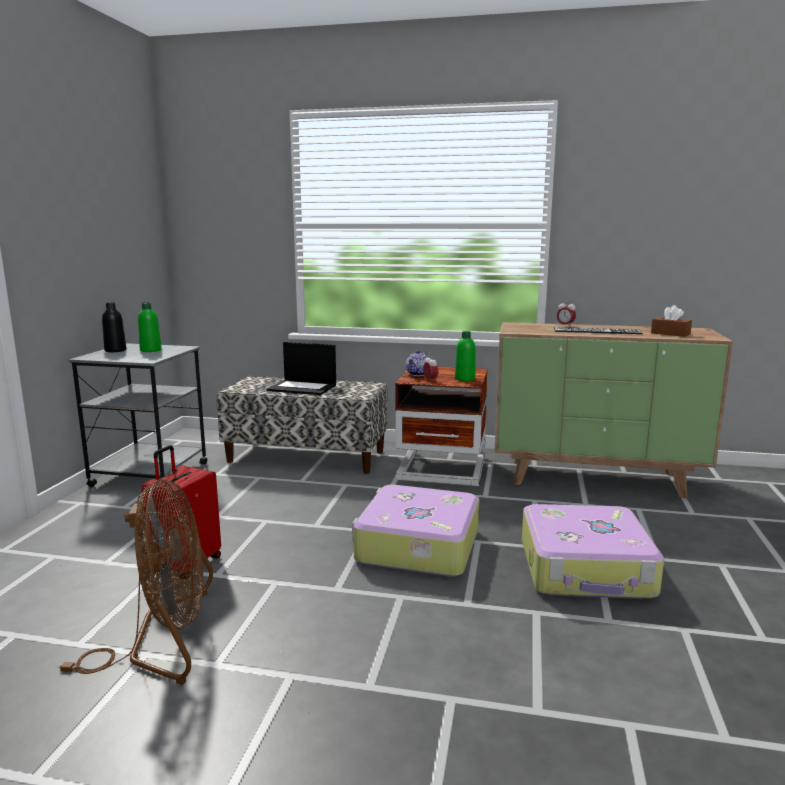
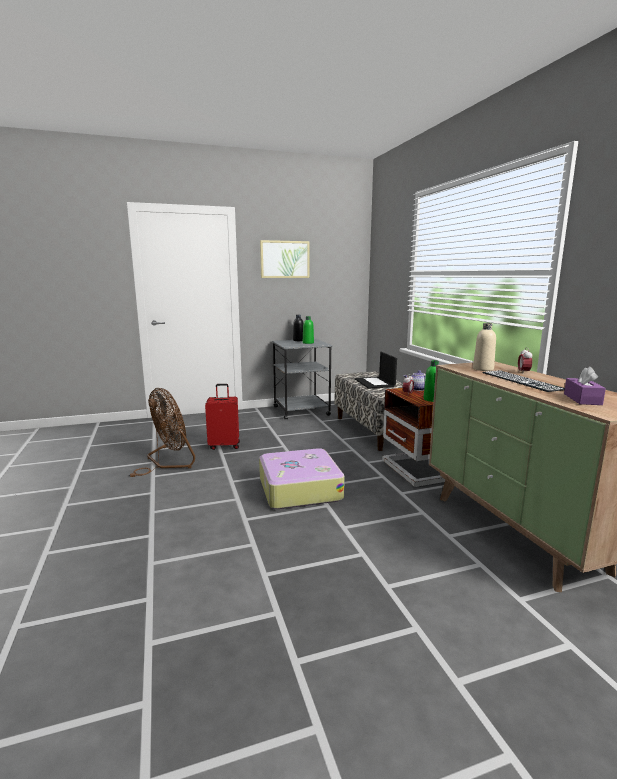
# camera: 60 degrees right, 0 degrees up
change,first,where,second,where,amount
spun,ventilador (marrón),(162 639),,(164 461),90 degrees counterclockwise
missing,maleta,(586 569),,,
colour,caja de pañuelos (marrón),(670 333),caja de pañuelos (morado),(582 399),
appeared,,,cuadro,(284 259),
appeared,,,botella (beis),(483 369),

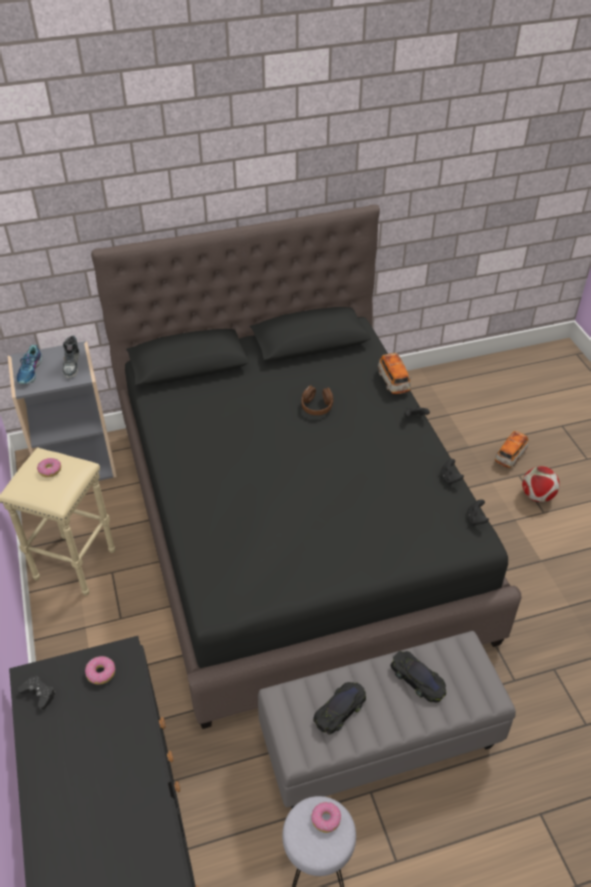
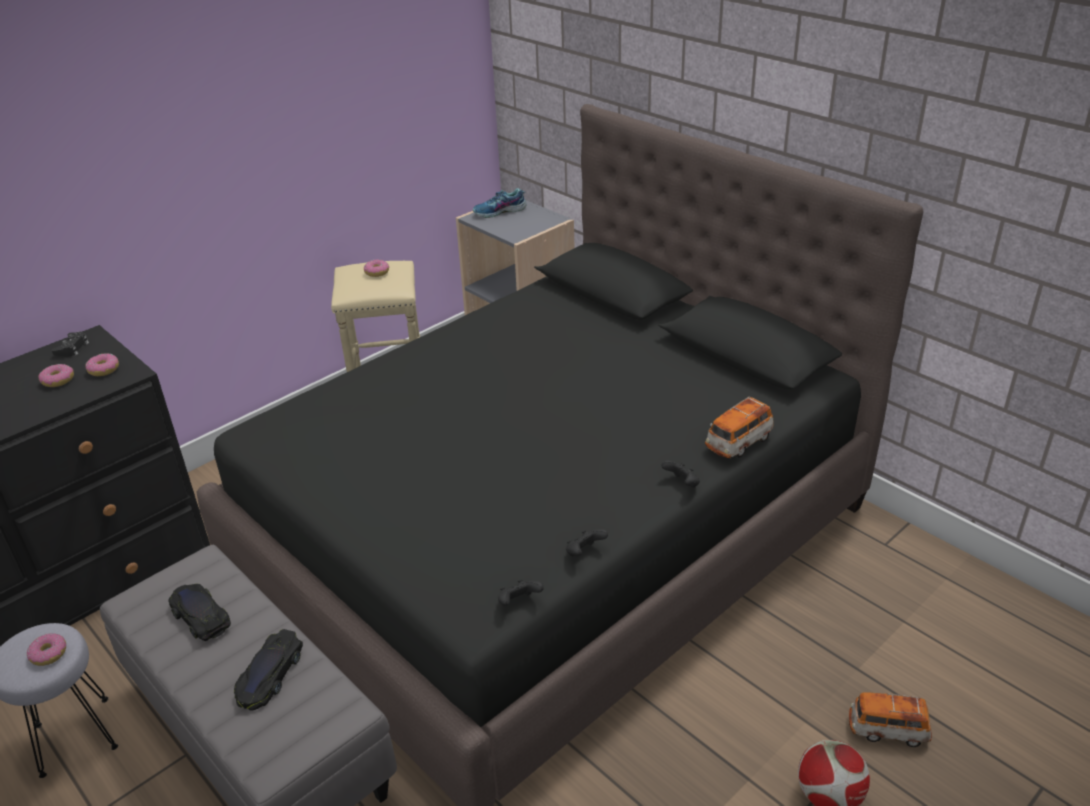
# camera: 65 degrees right, 10 degrees down
change,first,where,second,where,amount
missing,zapato,(72 365),,,
missing,auriculares (marrón),(317 406),,,
spun,coche de juguete (negro),(340 709),,(200 616),150 degrees counterclockwise
appeared,,,rosquilla,(58 380),

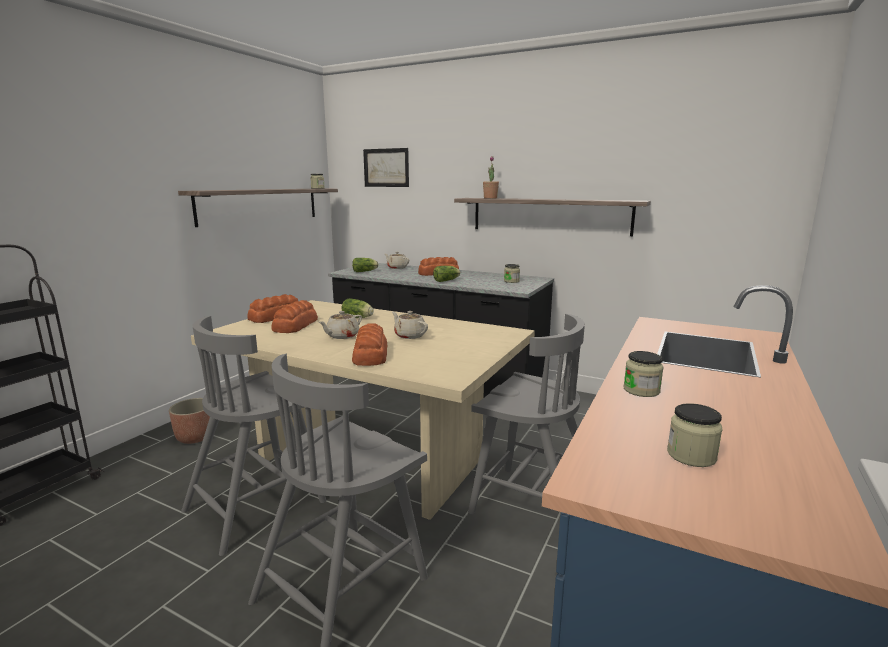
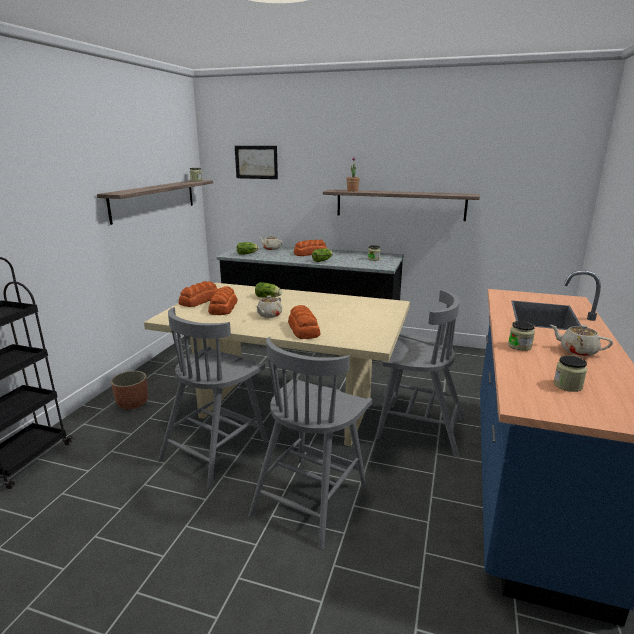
# camera: 10 degrees left, 5 degrees up
change,first,where,second,where,amount
relocated,tetera (beis),(409 335),,(577 351),

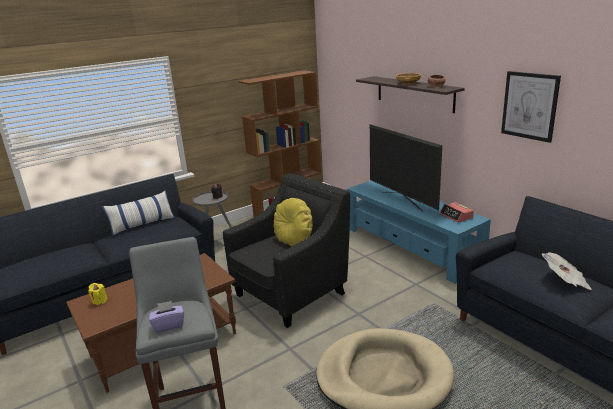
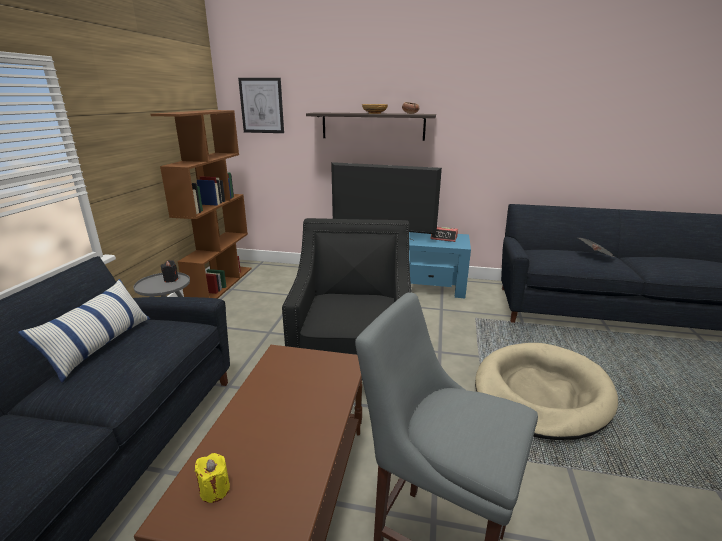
# camera: 45 degrees left, 0 degrees up
change,first,where,second,where,amount
missing,caja de pañuelos (morado),(168 325),,,
missing,cojín (amarillo),(294 242),,,
relocated,cuadro,(529 106),,(262 105),

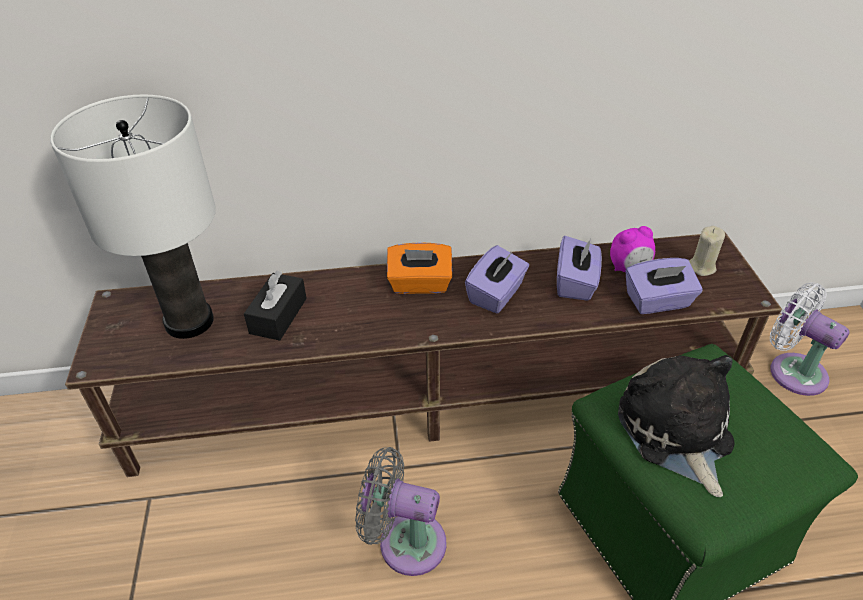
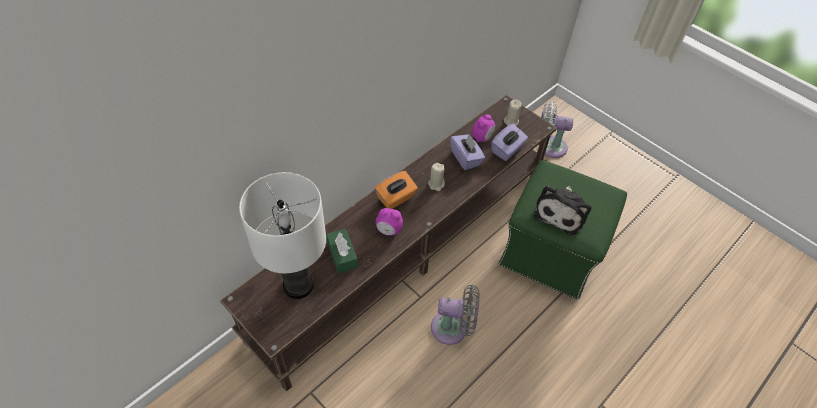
# camera: 40 degrees left, 10 degrees up
change,first,where,second,where,amount
colour,caja de pañuelos (negro),(278 316),caja de pañuelos (verde),(342 255),
spun,ventilador (gris),(405 541),,(453 328),150 degrees counterclockwise
exchanged,caja de pañuelos (morado),(496 294),vela (beis),(436 184),
spun,peluche,(676 433),,(561 212),105 degrees counterclockwise
appeared,,,despertador,(389 230),

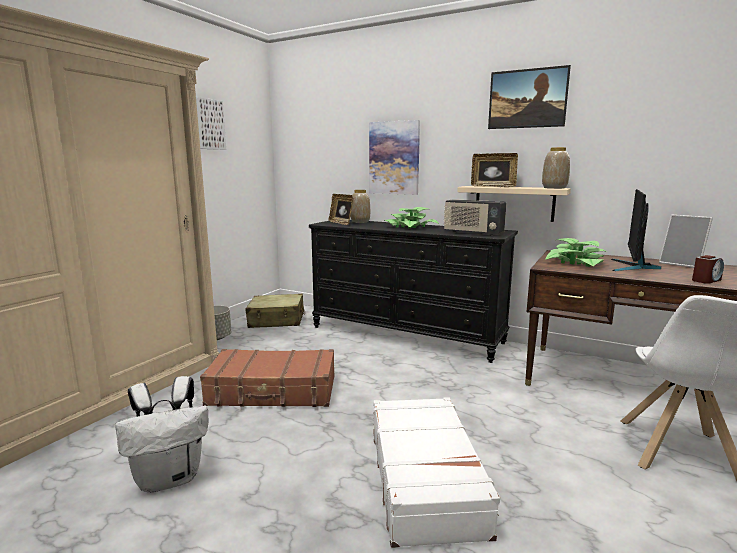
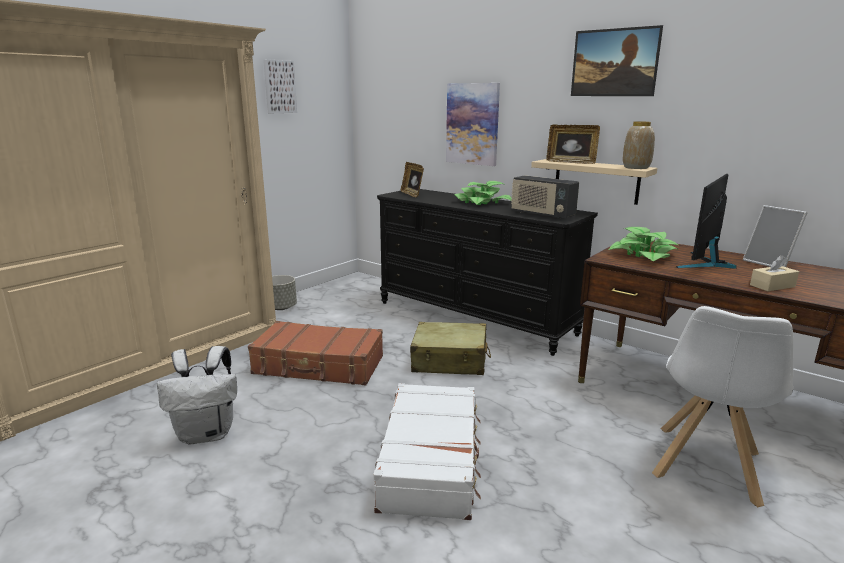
# camera: 10 degrees right, 5 degrees up
change,first,where,second,where,amount
relocated,maleta (beis),(277 320),,(450 361),
missing,florero,(360 222),,,
exchanged,despertador,(706 280),caja de pañuelos (beis),(772 286),

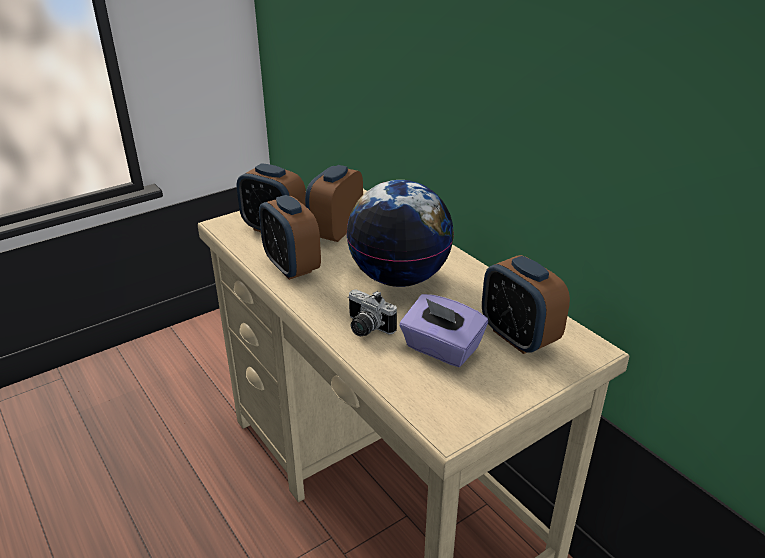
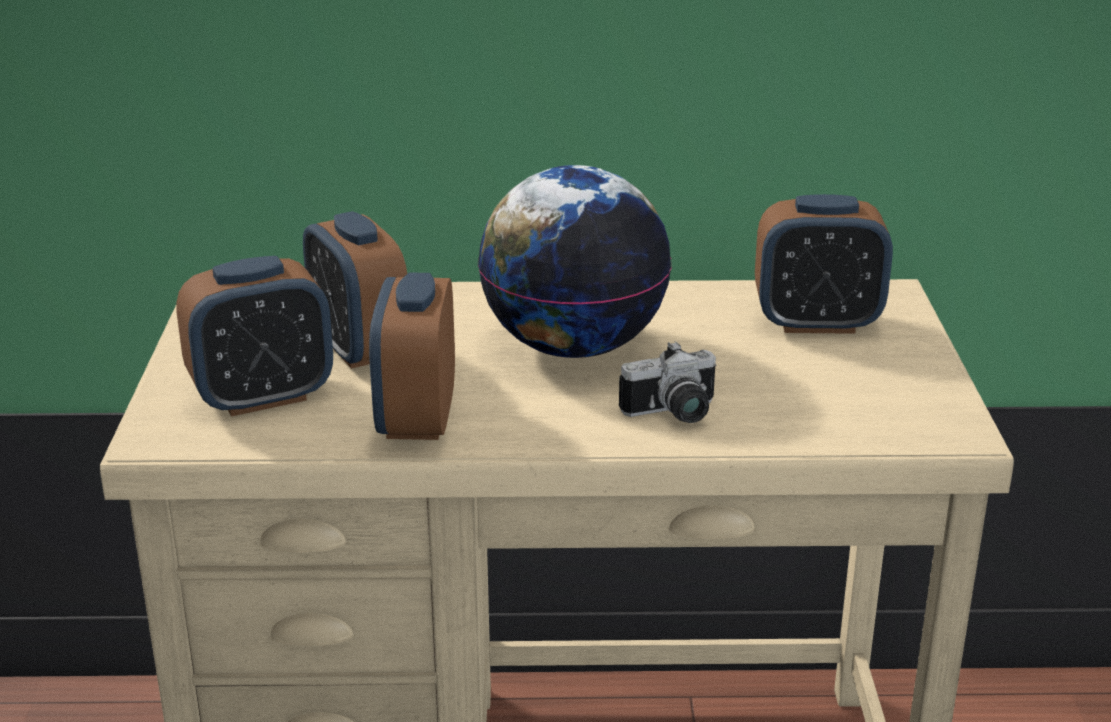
# camera: 55 degrees left, 5 degrees down
change,first,where,second,where,amount
spun,despertador,(291 267),,(417 419),90 degrees clockwise
missing,caja de pañuelos (morado),(441 349),,,

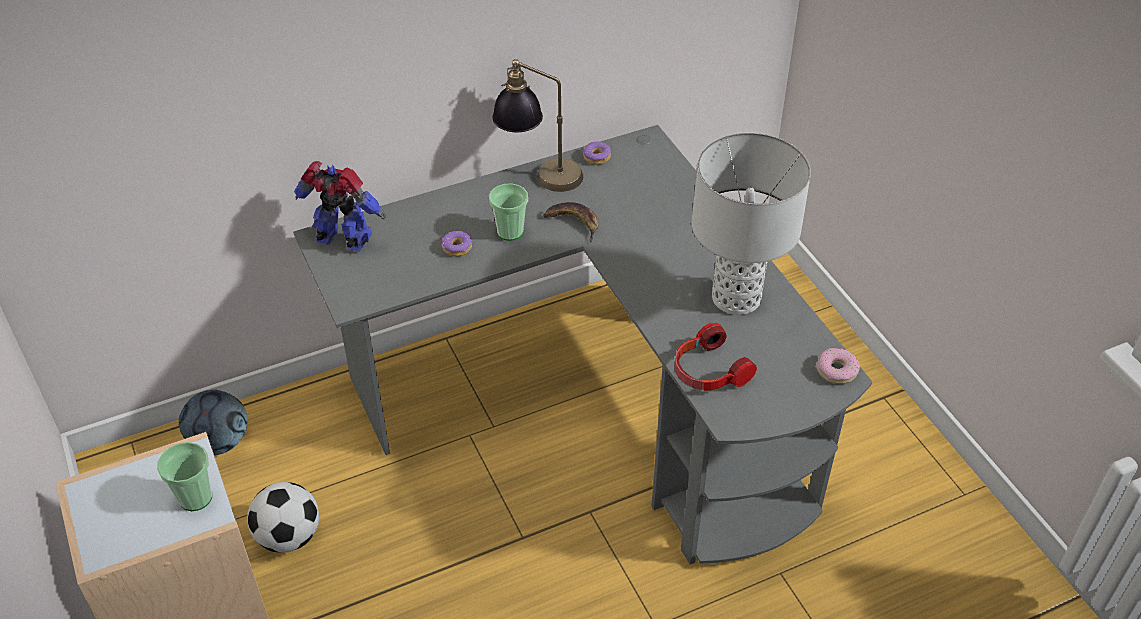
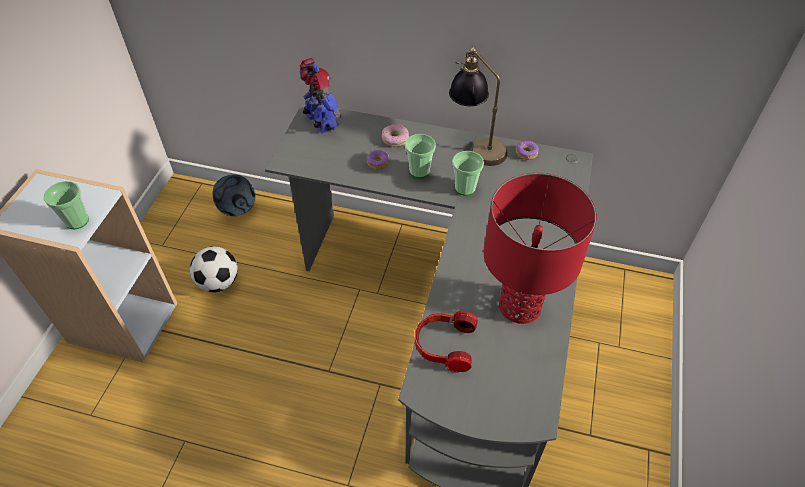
# camera: 40 degrees right, 5 degrees up
change,first,where,second,where,amount
exchanged,plátano,(574 223),taza,(465 188),
colour,lámpara de mesa (blanco),(735 297),lámpara de mesa (rojo),(519 305),
relocated,rosquilla,(836 370),,(395 139),

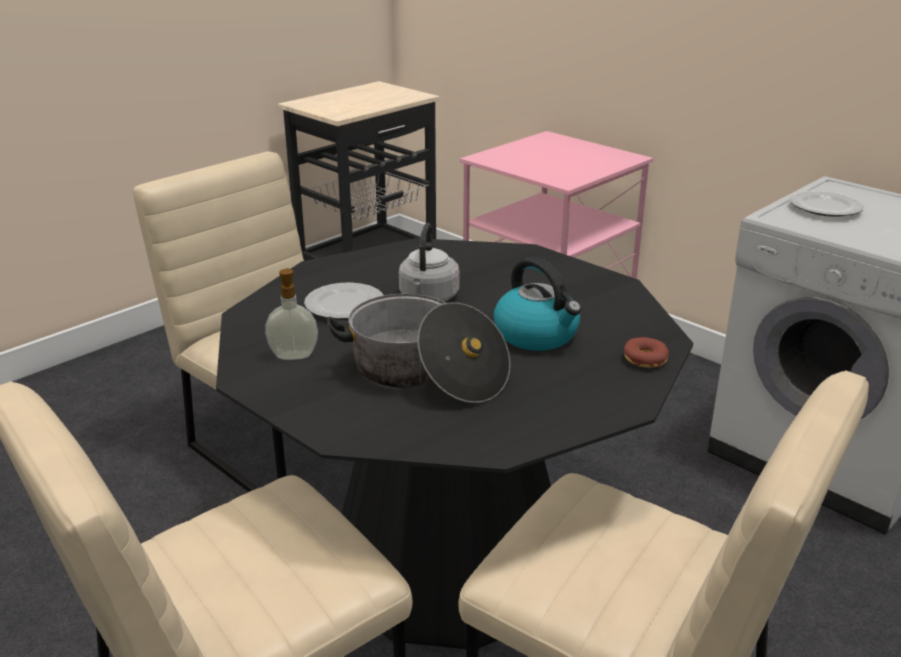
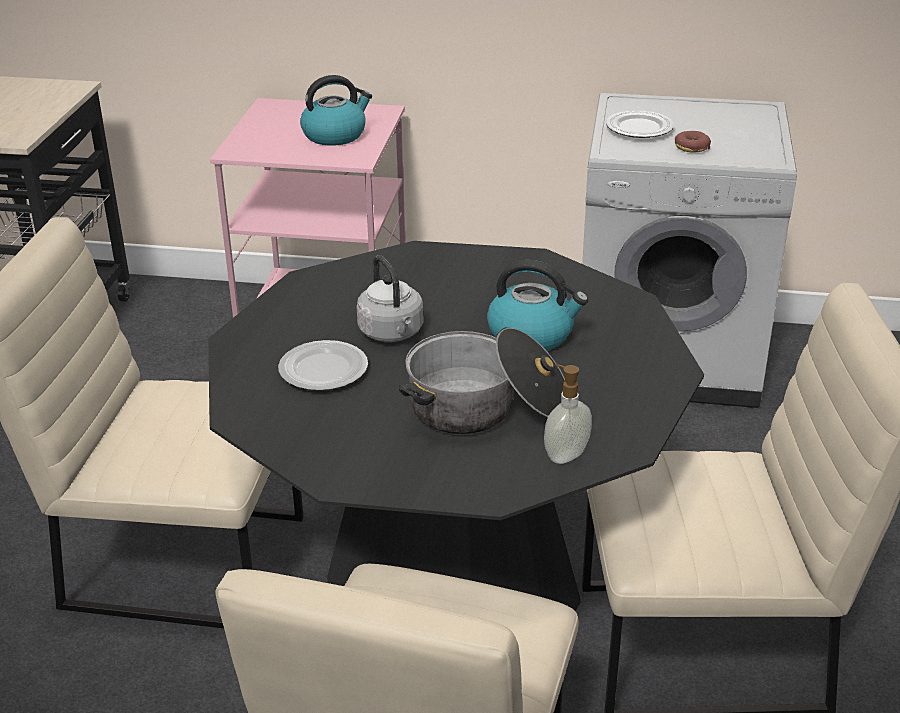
# camera: 35 degrees left, 5 degrees up
change,first,where,second,where,amount
relocated,dispensador de jabón,(294 355),,(565 454),
relocated,rosquilla,(645 359),,(691 147),
appeared,,,hervidor,(335 135),

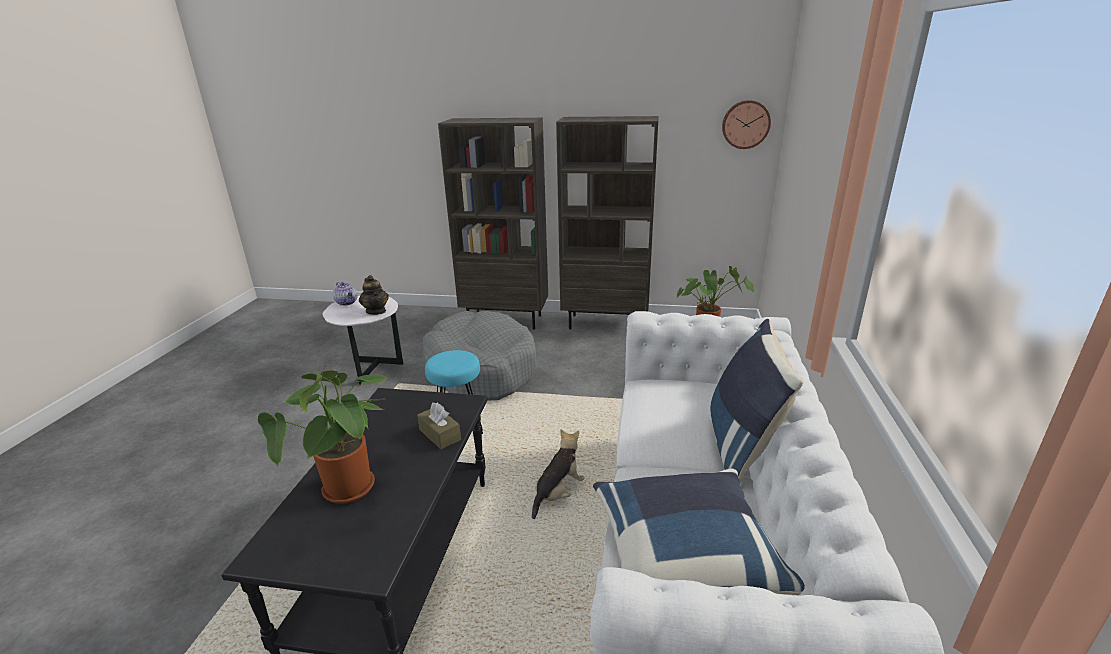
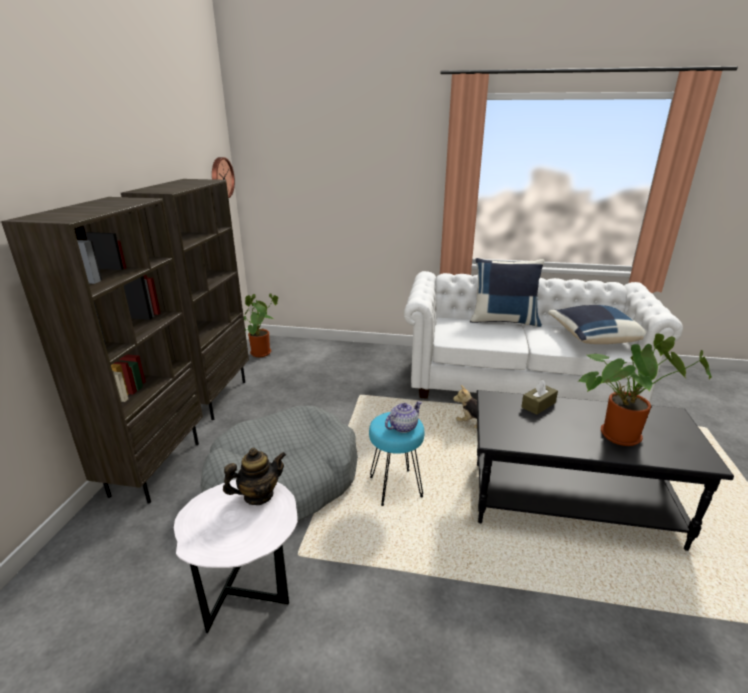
# camera: 90 degrees left, 0 degrees up
change,first,where,second,where,amount
relocated,tetera,(347 302),,(403 426),

